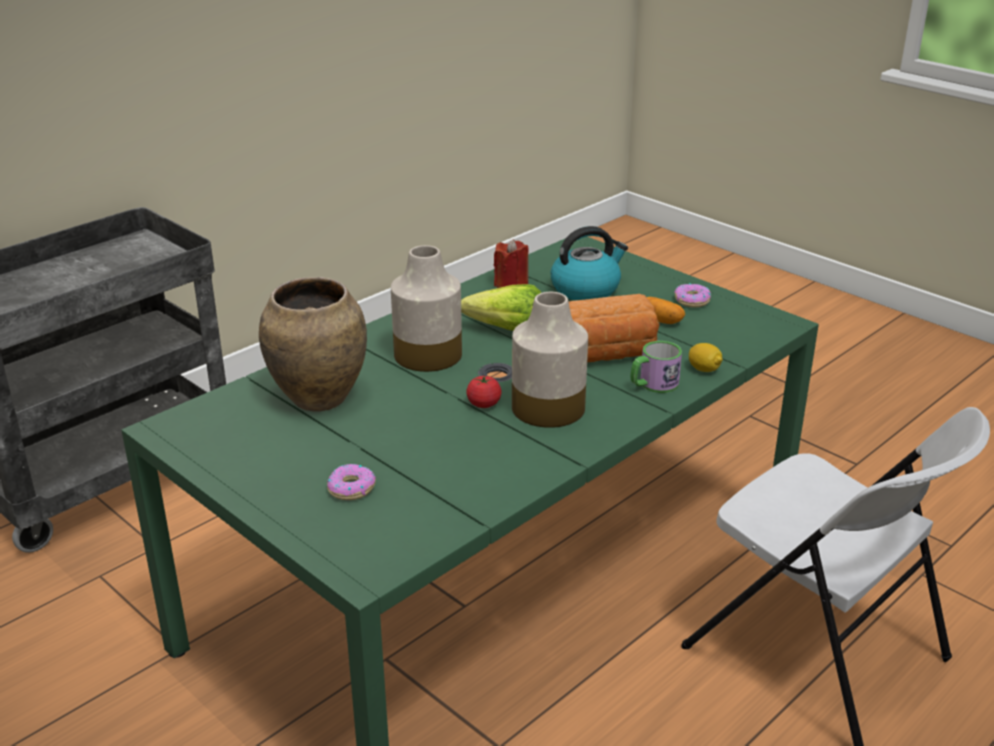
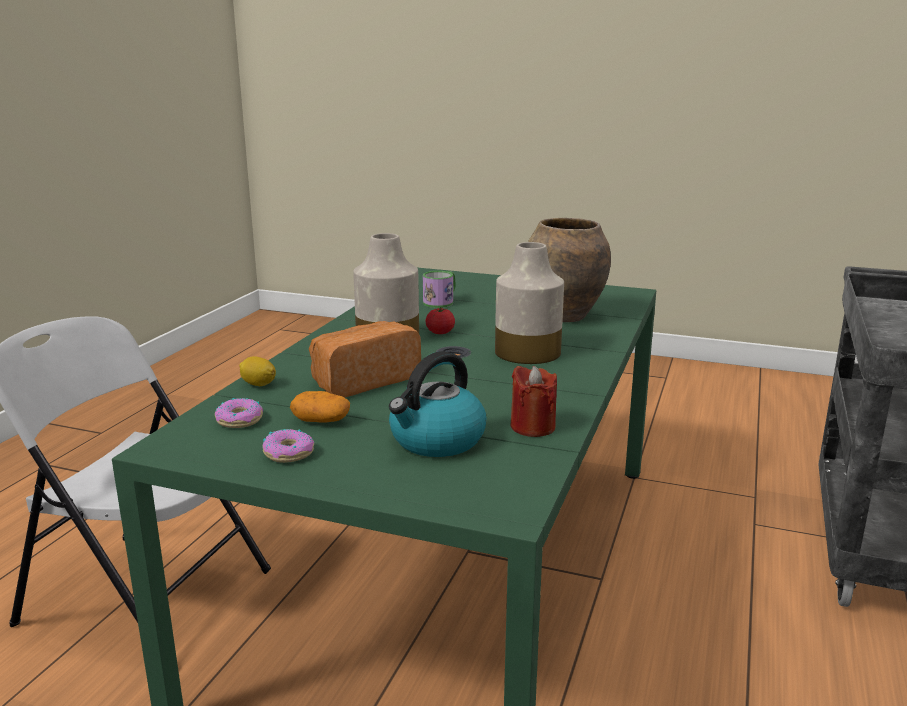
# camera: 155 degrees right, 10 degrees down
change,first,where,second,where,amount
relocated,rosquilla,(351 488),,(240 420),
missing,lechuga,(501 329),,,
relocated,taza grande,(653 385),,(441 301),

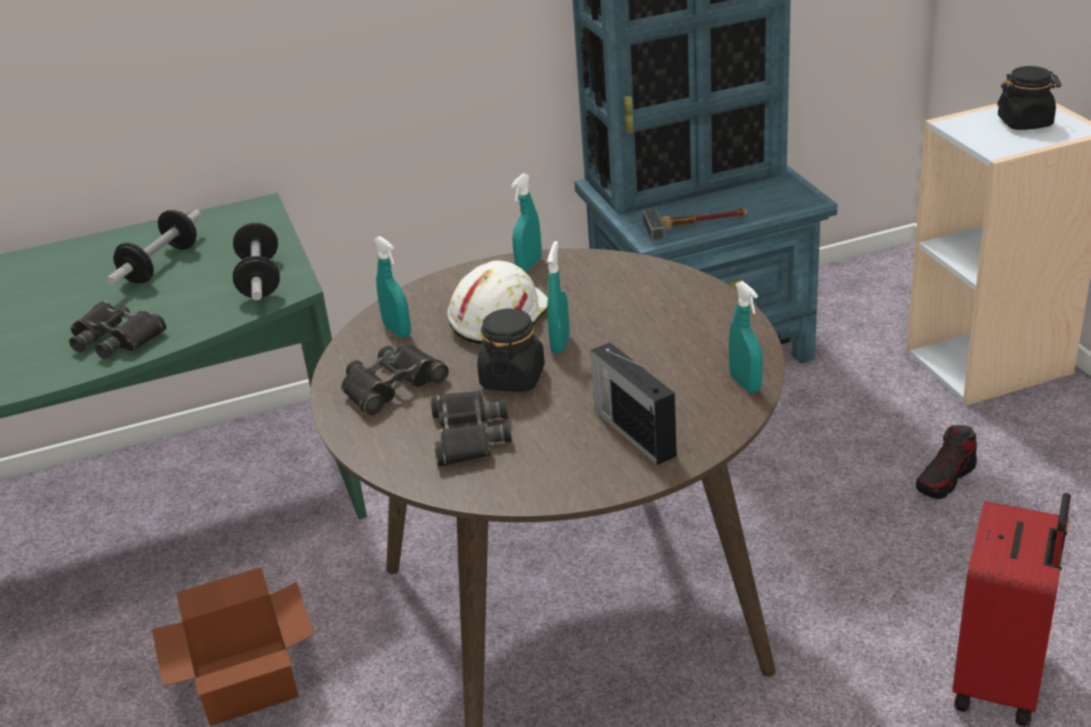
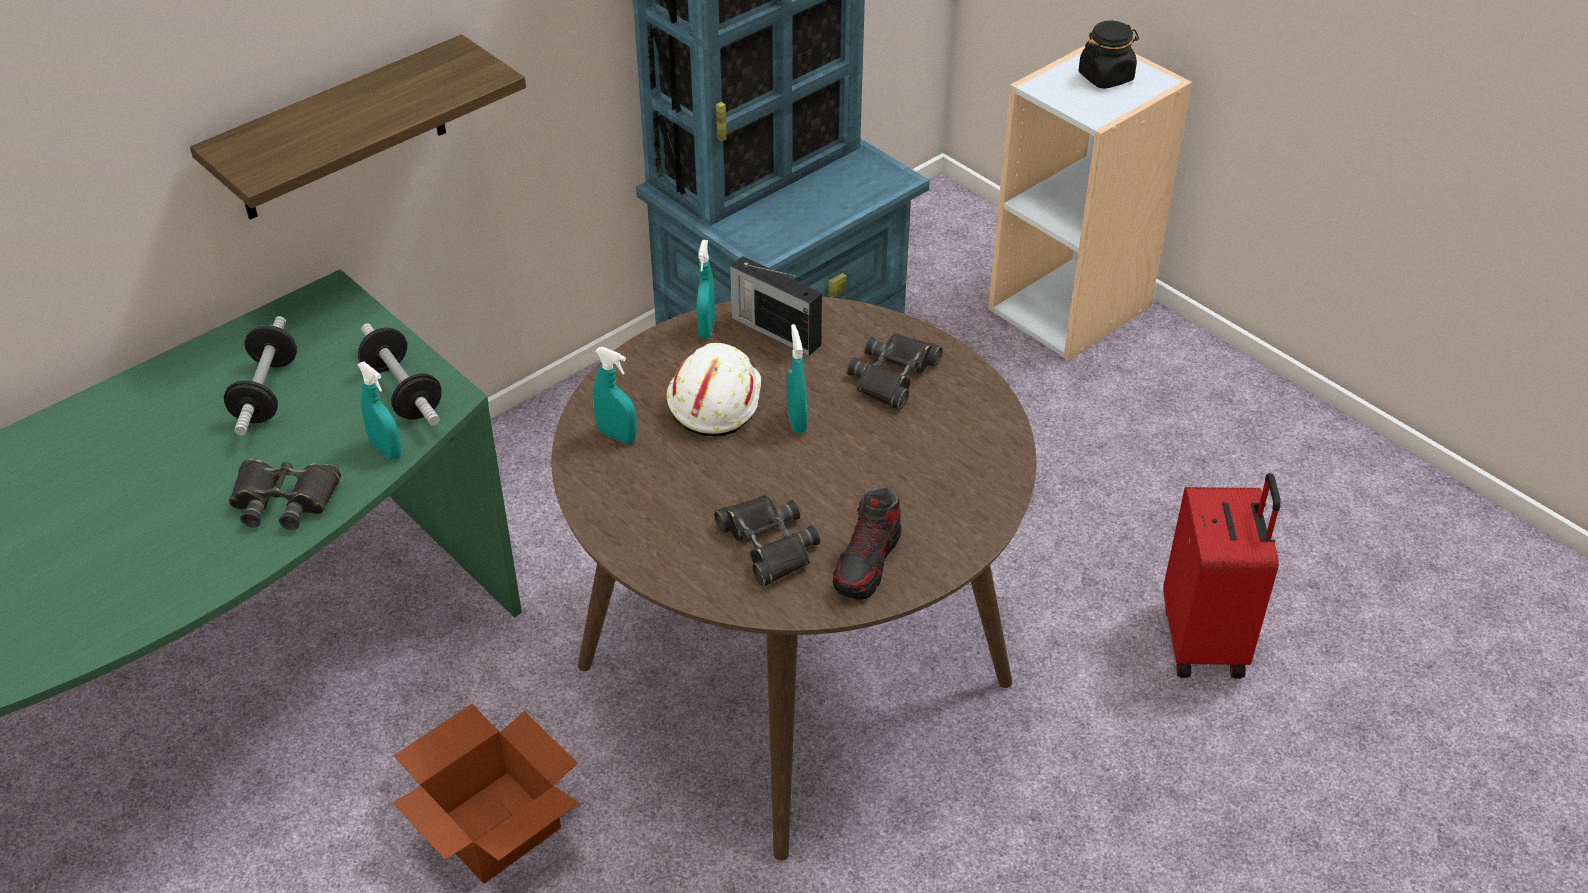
# camera: 25 degrees left, 10 degrees up
change,first,where,second,where,amount
relocated,prismáticos (negro),(392 386),,(893 376),
missing,tarro (negro),(512 378),,,
relocated,radio,(633 431),,(774 330),
missing,martillo,(697 224),,,
relocated,pulverizador (turquesa),(745 384),,(386 450),
relocated,zapato,(946 479),,(867 563),
appeared,,,estante,(340 131),

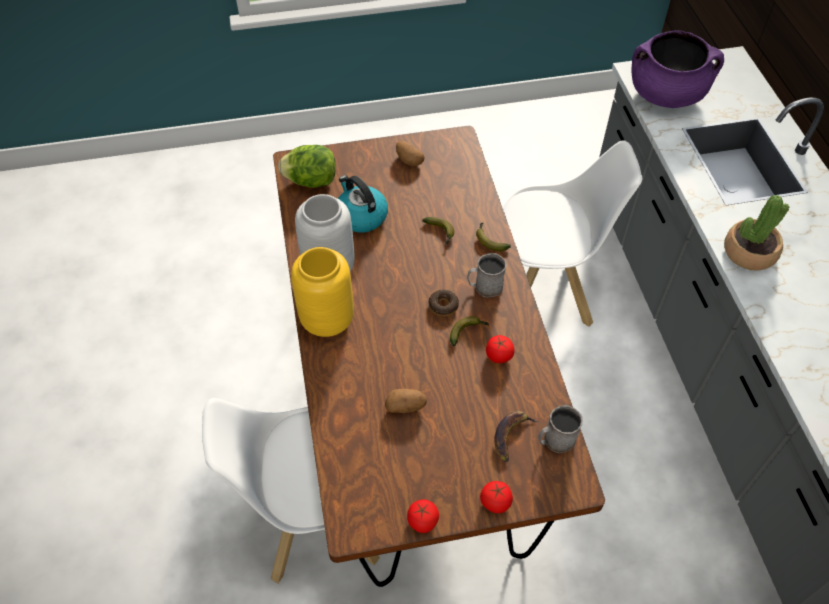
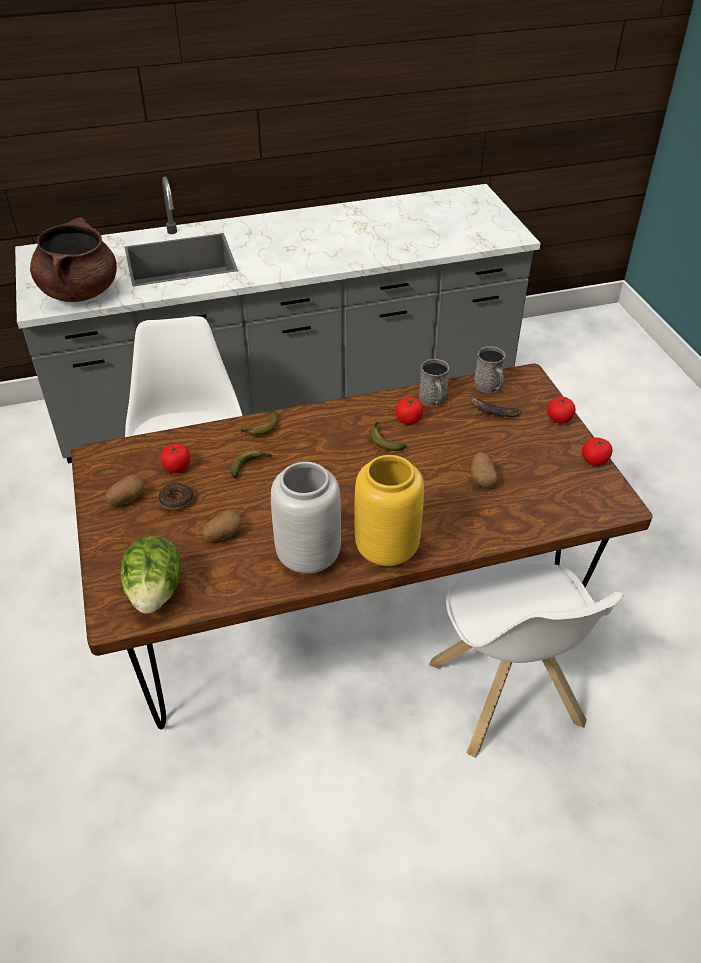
# camera: 95 degrees left, 10 degrees down
change,first,where,second,where,amount
exchanged,hervidor,(361 216),patata,(223 535),
relocated,rosquilla,(443 306),,(176 500),
relocated,taza grande (gris),(484 287),,(433 400),
colour,olla (morado),(666 95),olla (marrón),(80 292),
missing,planta en maceta,(749 252),,,
appeared,,,tomate,(177 467),

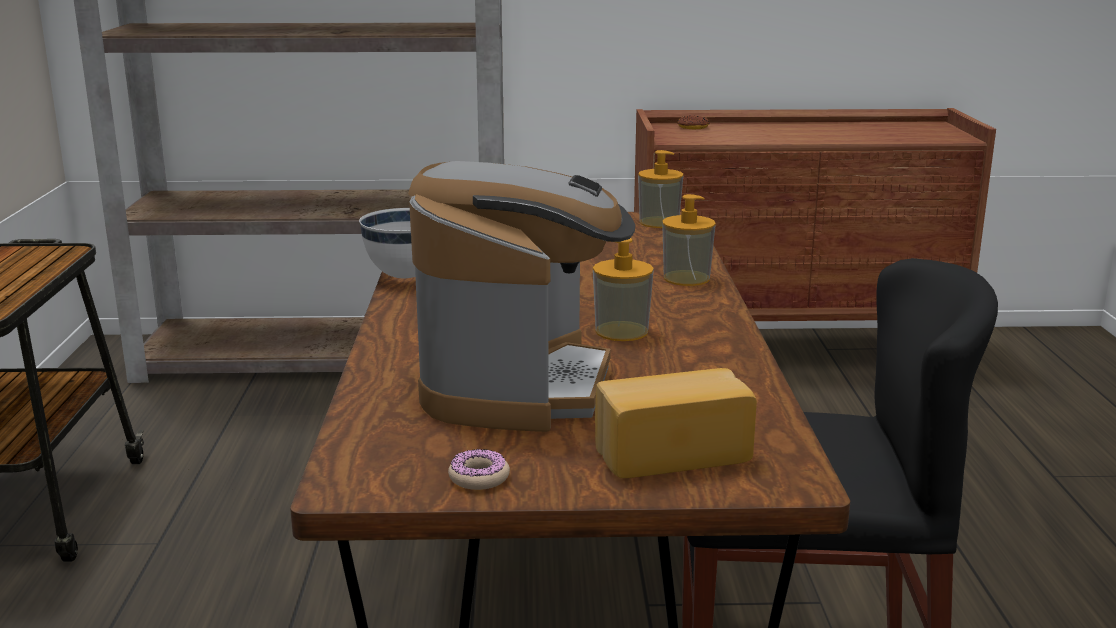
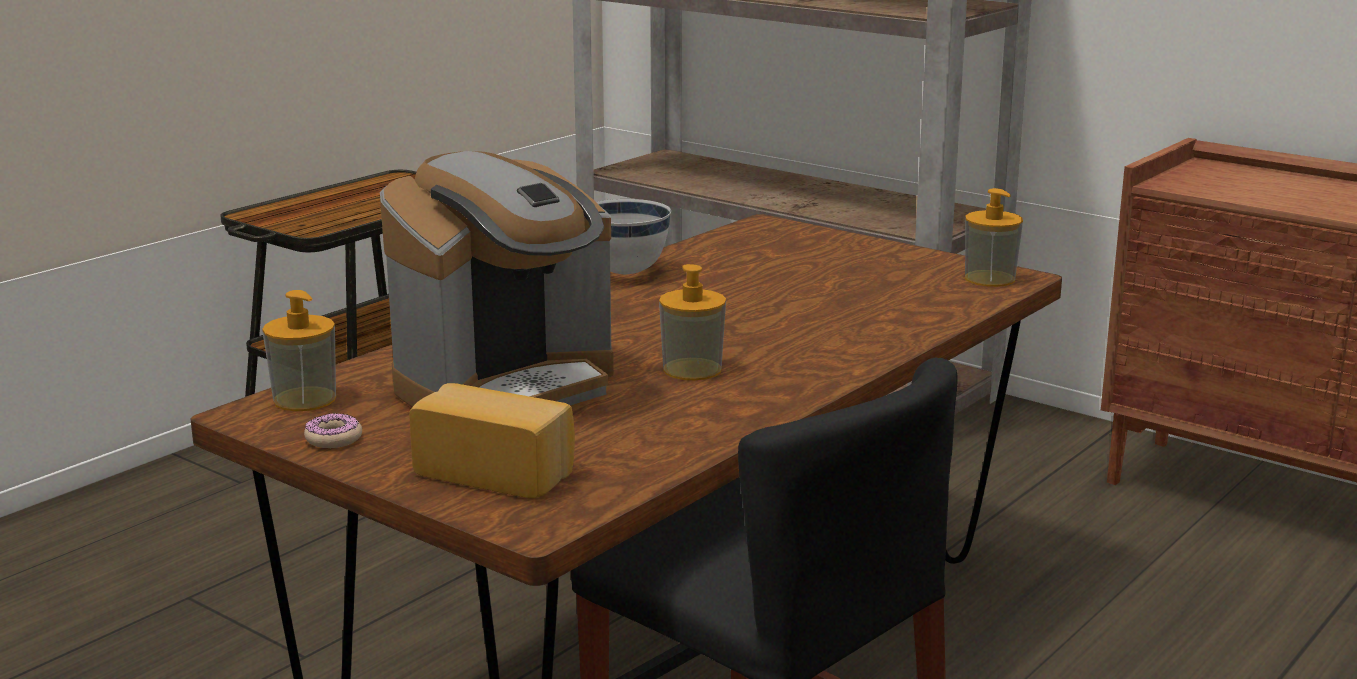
# camera: 40 degrees right, 0 degrees up
change,first,where,second,where,amount
relocated,dispensador de jabón,(686 278),,(305 399),
missing,rosquilla,(693 127),,,

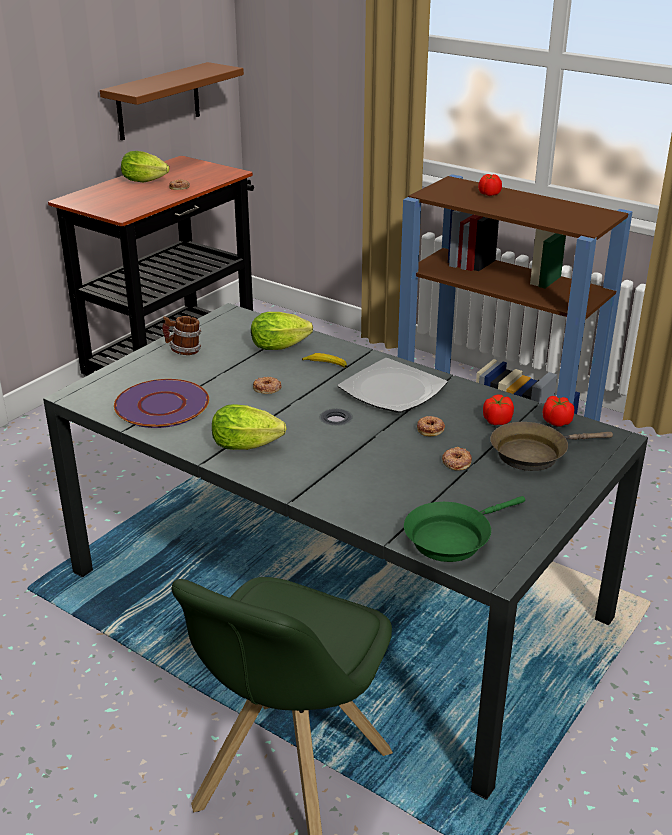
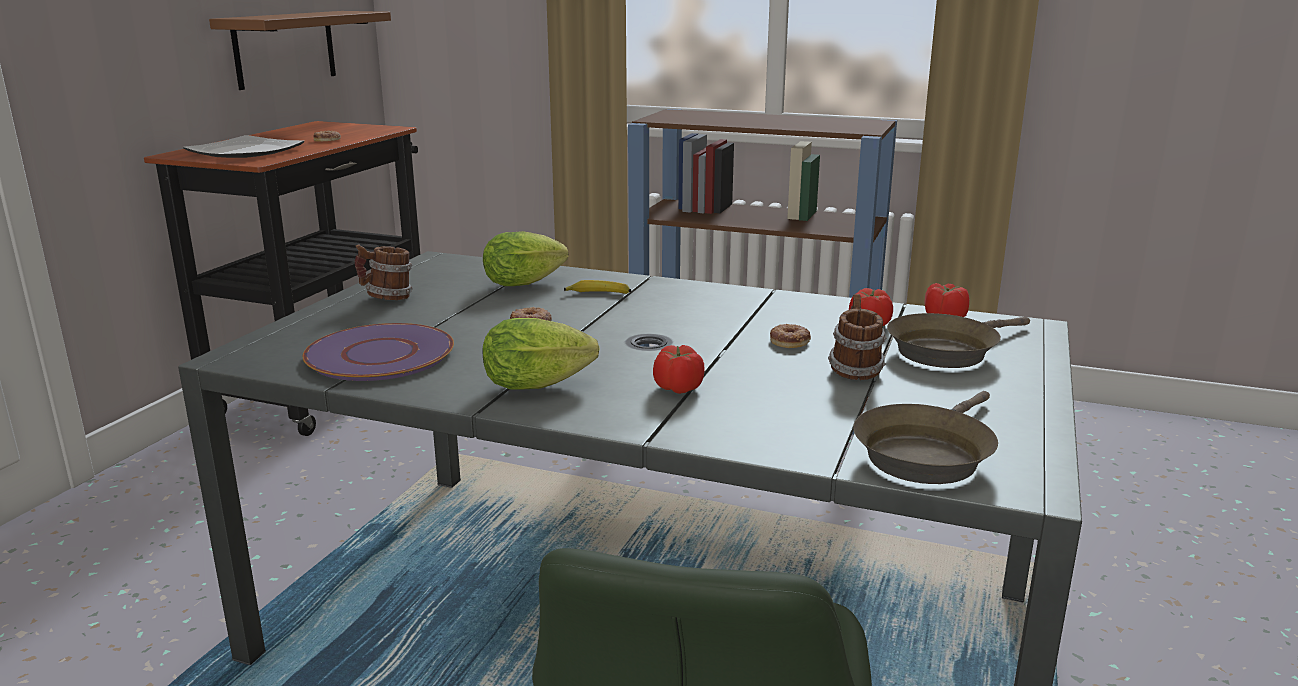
# camera: 15 degrees left, 10 degrees down
change,first,where,second,where,amount
missing,lechuga,(147 181),,,
relocated,plato,(392 389),,(246 151),
colour,sartén (verde),(452 538),sartén (marrón),(926 454),
exchanged,rosquilla,(456 462),taza grande,(854 370),
relocated,tomate,(489 194),,(678 388),

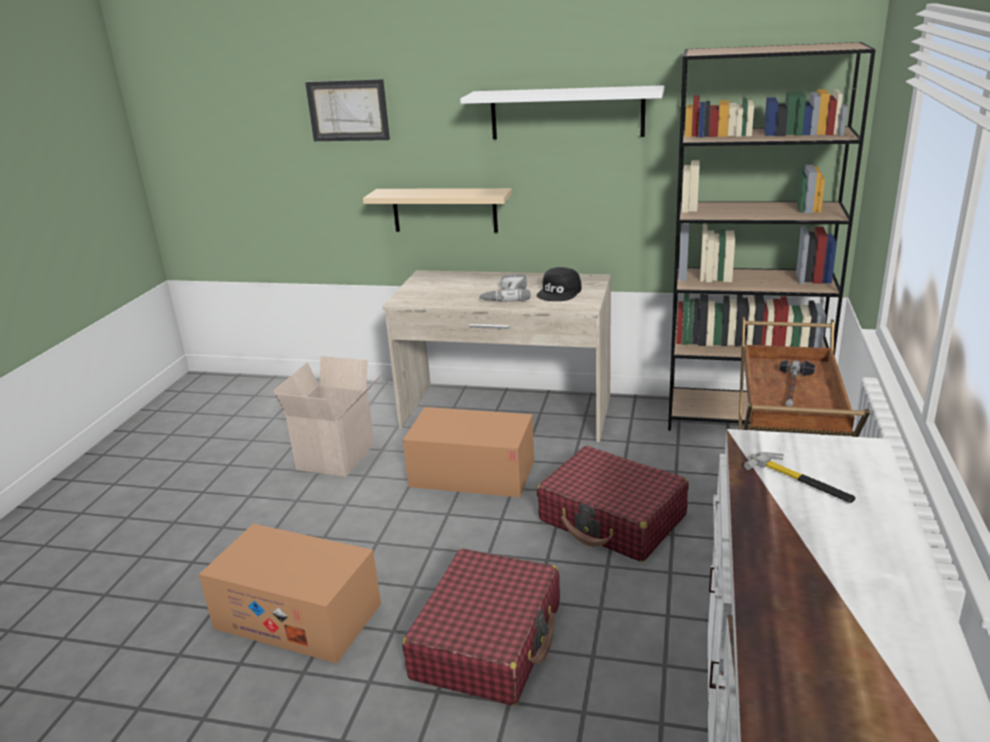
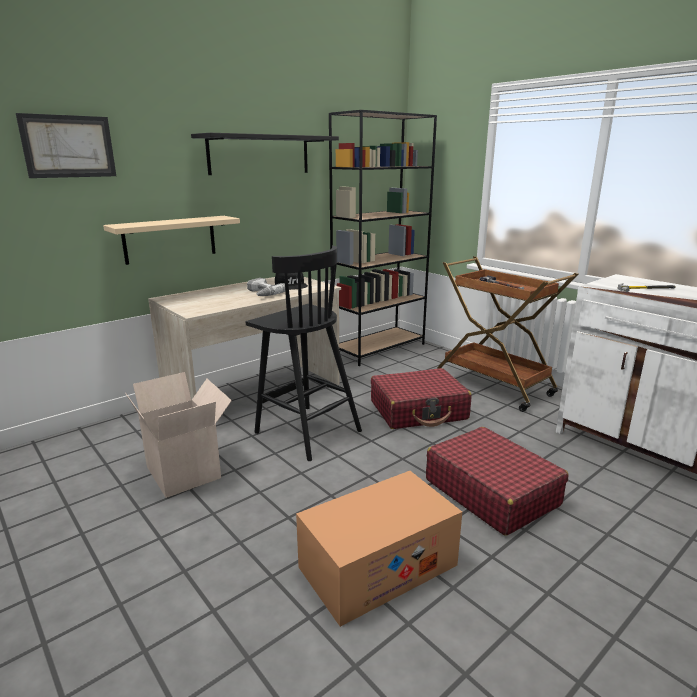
# camera: 55 degrees left, 5 degrees down
change,first,where,second,where,amount
exchanged,caja de cartón,(472 473),taburete (negro),(305 430),
colour,estante (blanco),(566 113),estante (negro),(259 155),

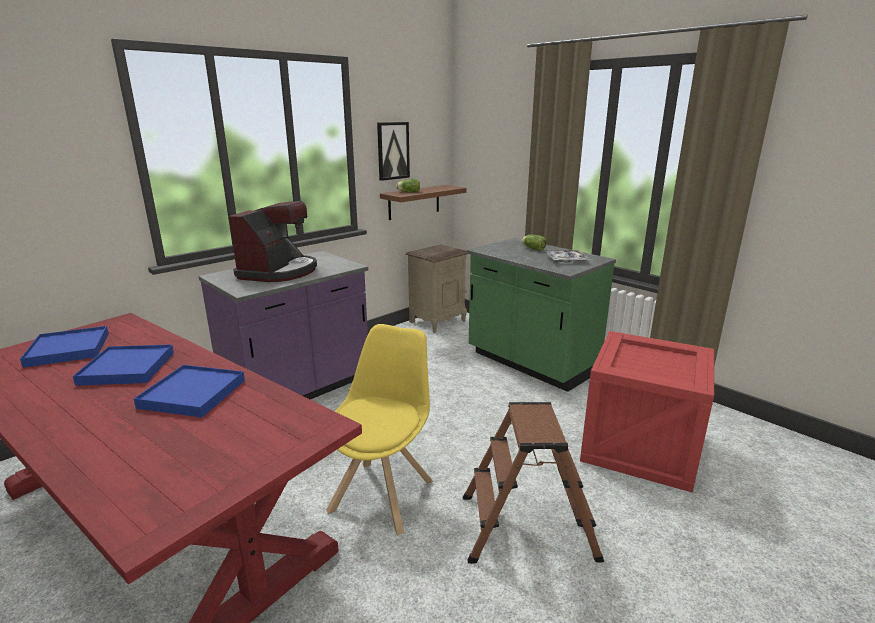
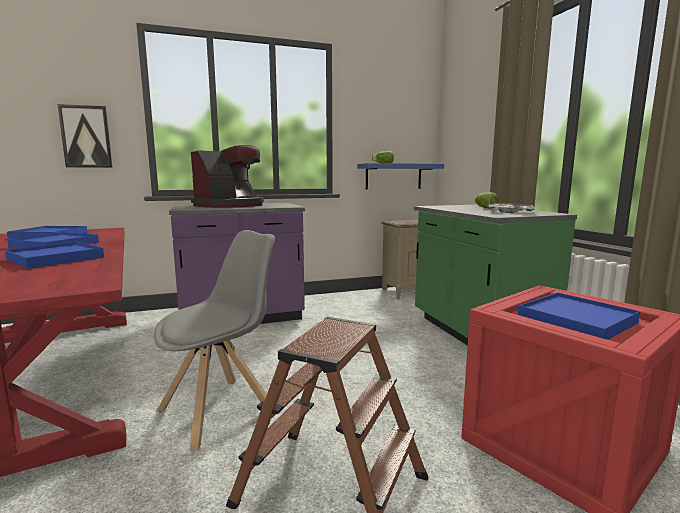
# camera: 25 degrees right, 10 degrees down
change,first,where,second,where,amount
colour,silla (amarillo),(384 492),silla (gris),(222 408),
relocated,cuadro,(393 151),,(86 137),
colour,estante (marrón),(414 202),estante (azul),(393 176),
appeared,,,bandeja (azul),(576 320),

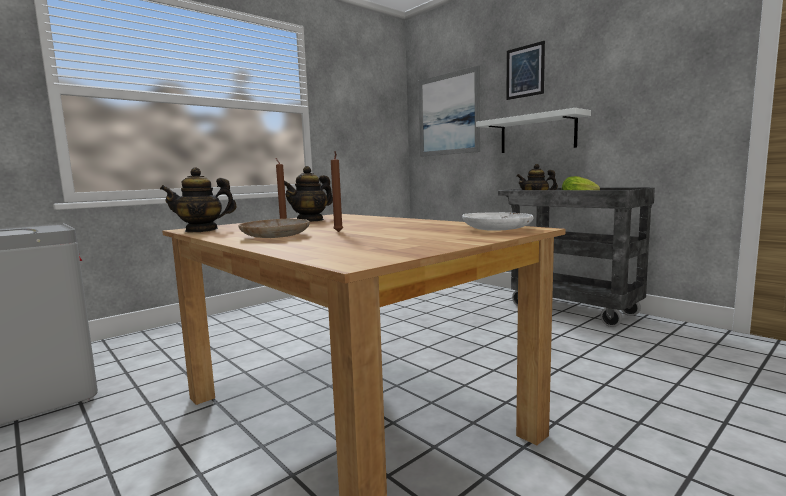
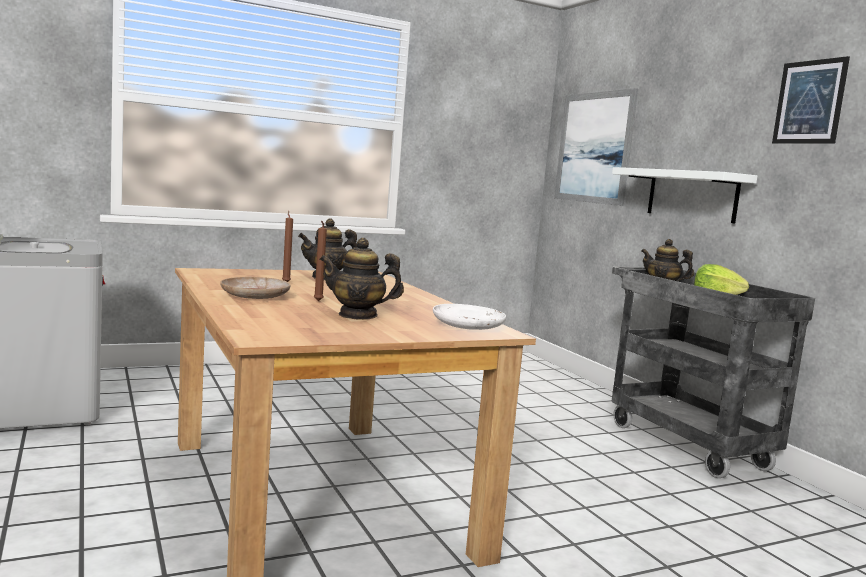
# camera: 15 degrees right, 0 degrees up
change,first,where,second,where,amount
relocated,tetera,(202 230),,(358 315),
relocated,cuadro,(525 71),,(809 102),

